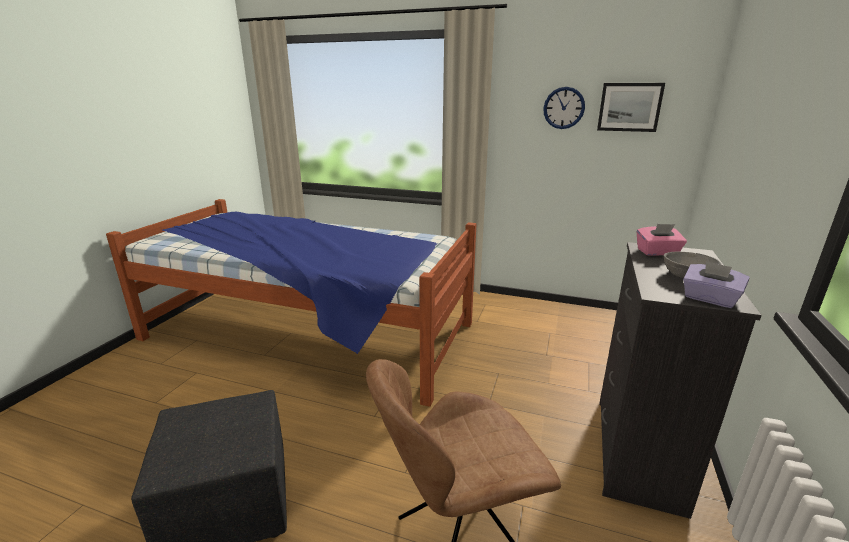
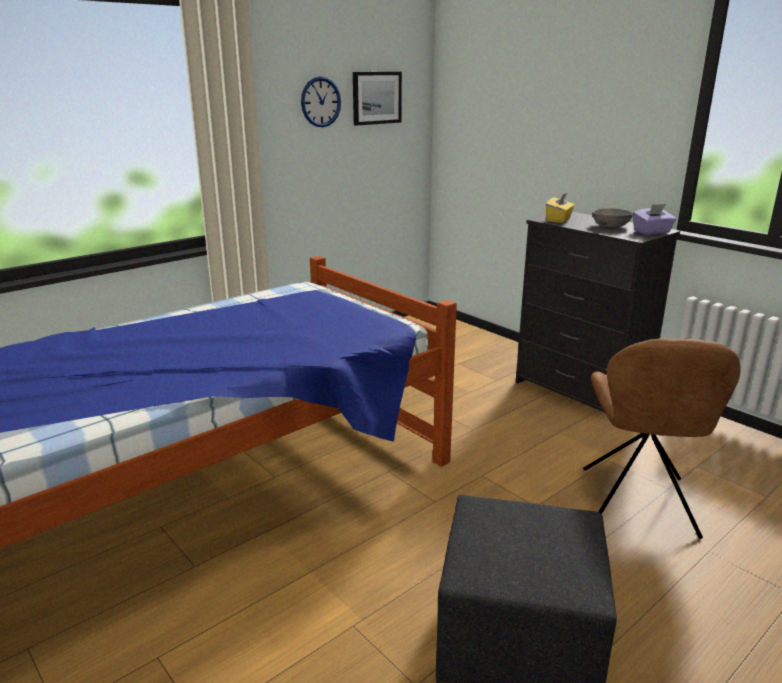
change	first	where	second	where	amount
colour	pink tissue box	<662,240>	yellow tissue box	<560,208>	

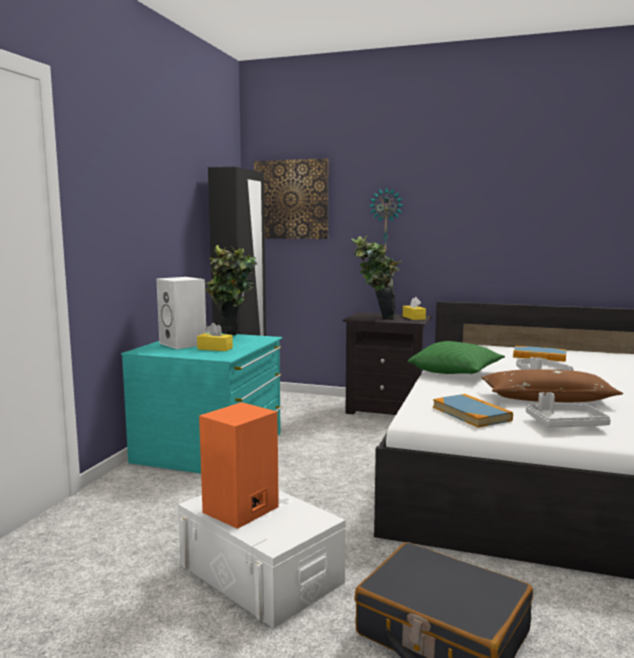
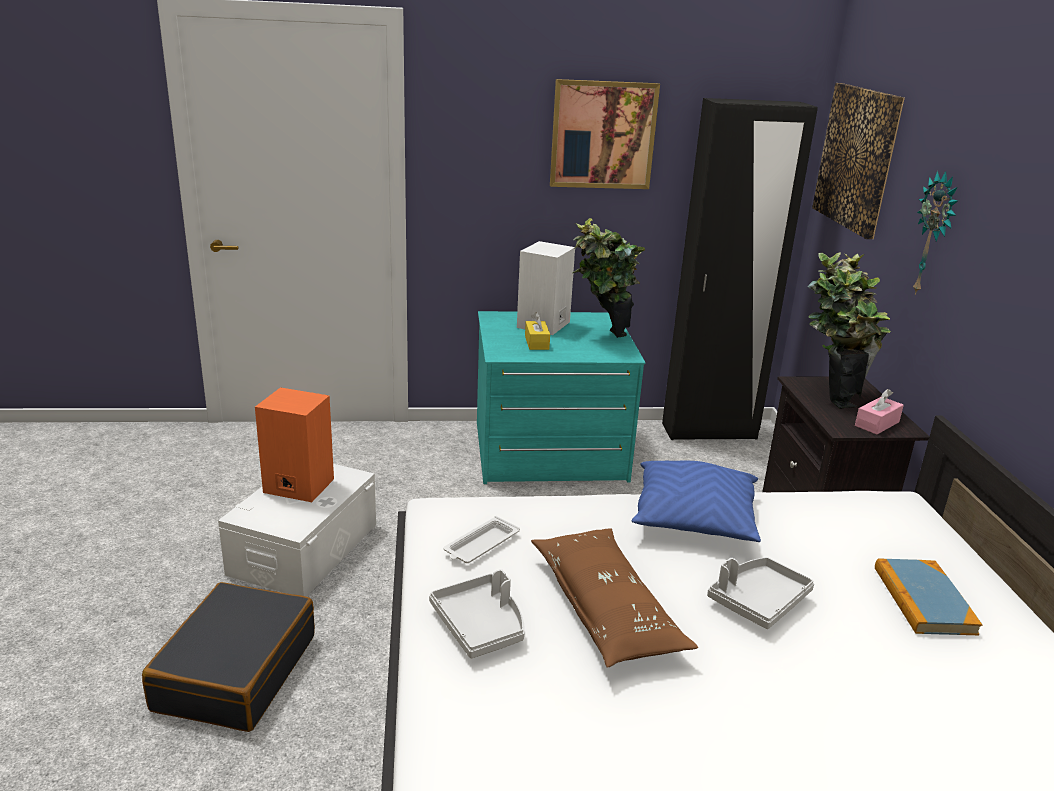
change	first	where	second	where	amount
appeared			picture	<605,134>	
exchanged	book	<473,411>	white tray	<481,539>	
colour	yellow tissue box	<414,308>	pink tissue box	<879,411>	
colour	green pillow	<456,357>	blue pillow	<696,501>	

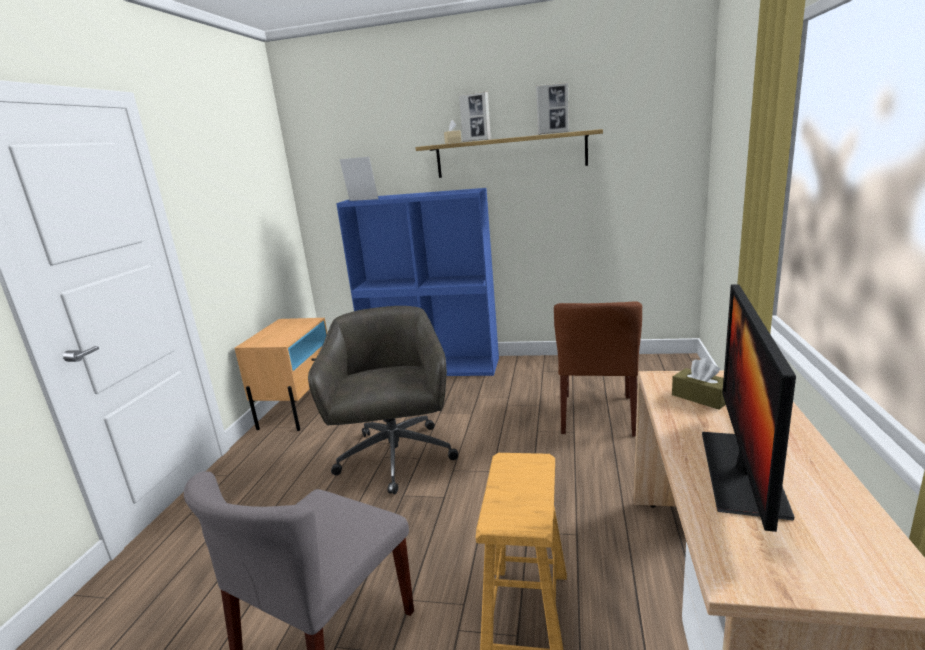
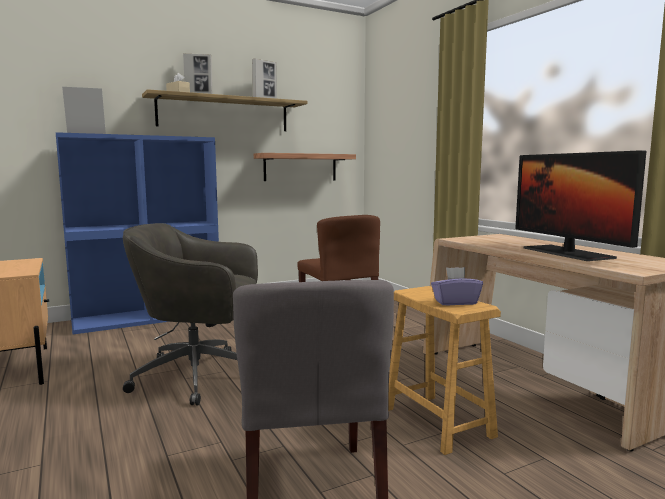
change	first	where	second	where	amount
missing	brown tissue box	<699,384>			
appeared			shelf	<305,167>	
appeared			purple tissue box	<457,286>	
spun	grey office chair	<383,400>		<190,314>	45 degrees counterclockwise

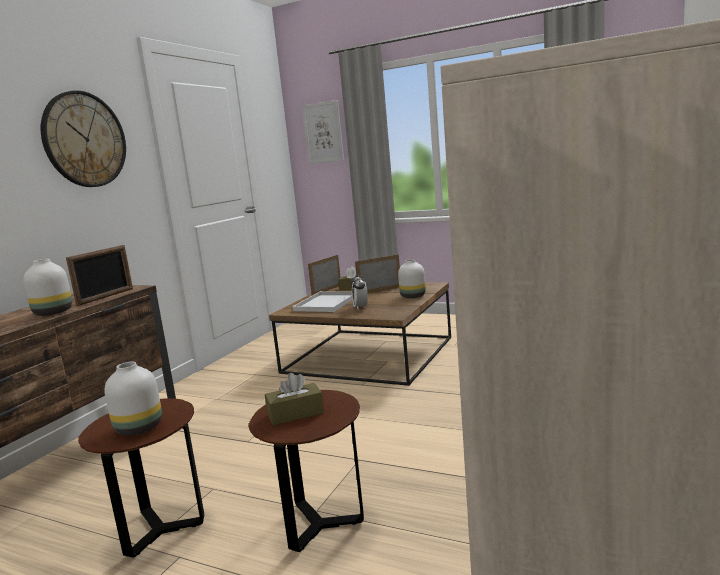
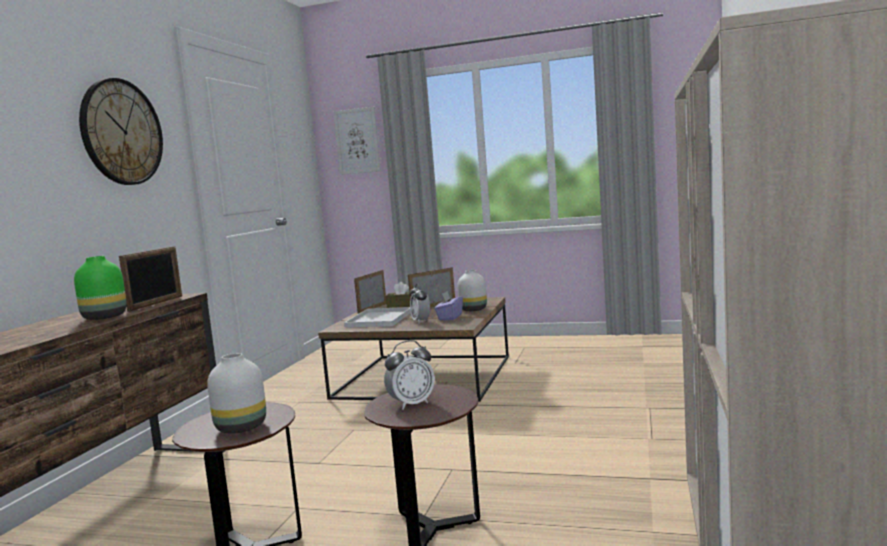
change	first	where	second	where	amount
appeared			purple tissue box	<448,305>	
exchanged	brown tissue box	<294,399>	alarm clock	<409,375>	
colour	white vase	<47,287>	green vase	<100,288>	

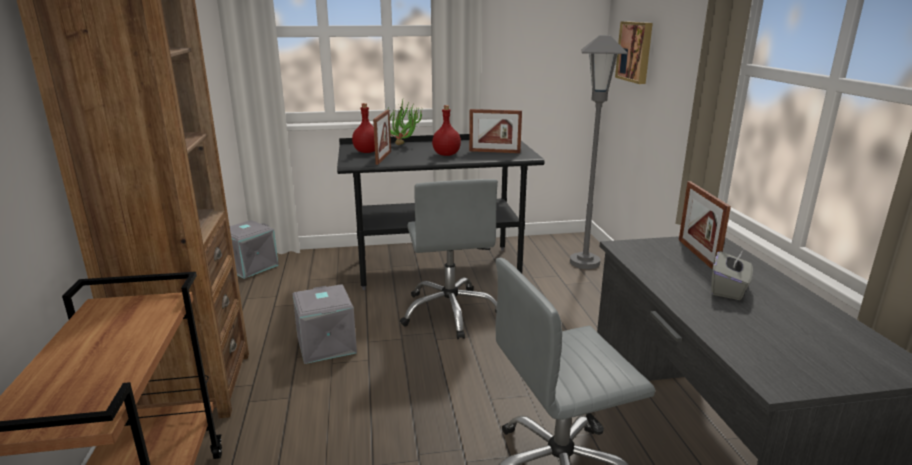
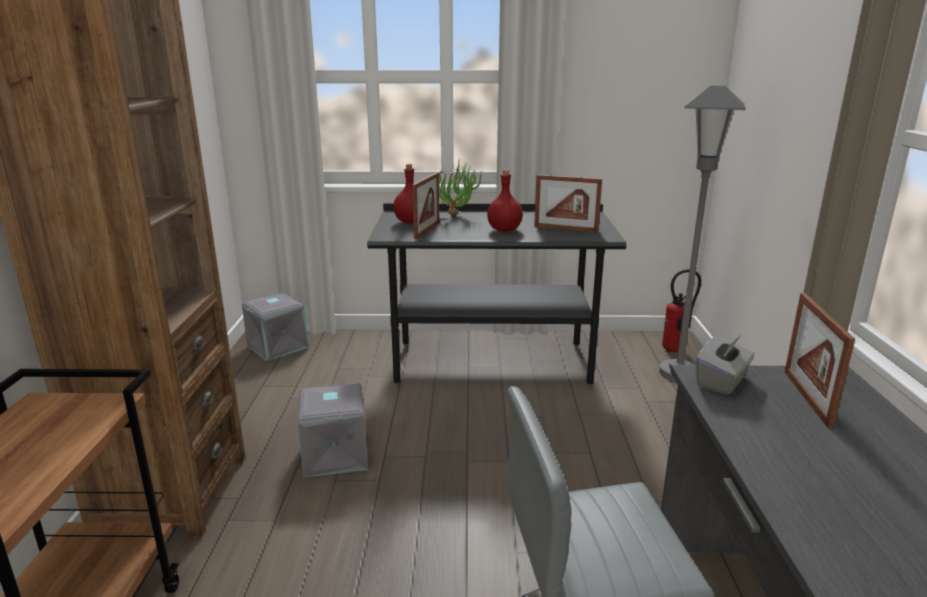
change	first	where	second	where	amount
missing	grey office chair	<449,259>			
missing	picture	<634,52>			
appeared			fire extinguisher	<681,310>	
relocated	grey tissue box	<732,275>		<725,364>	

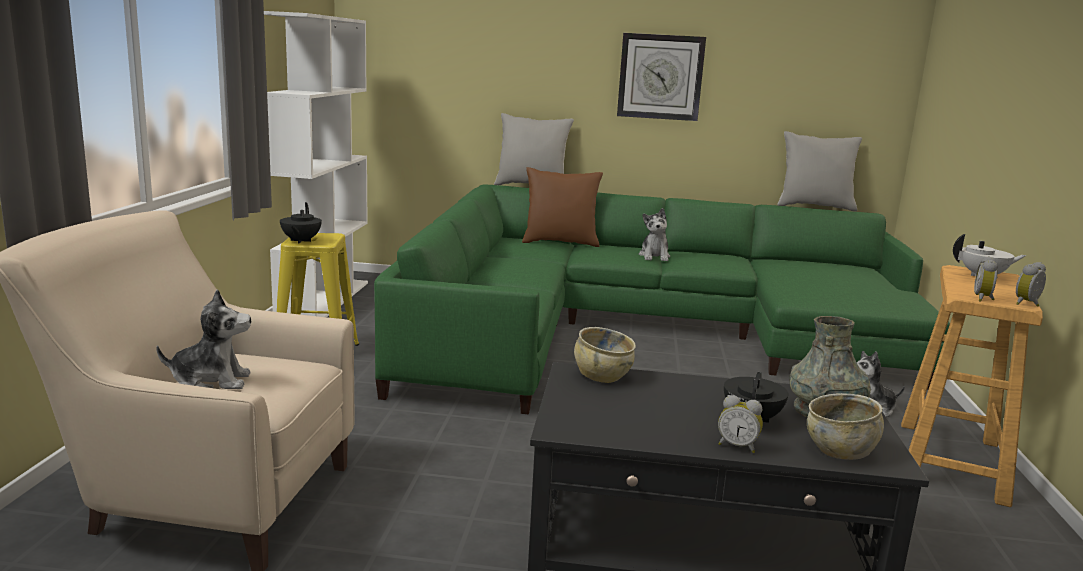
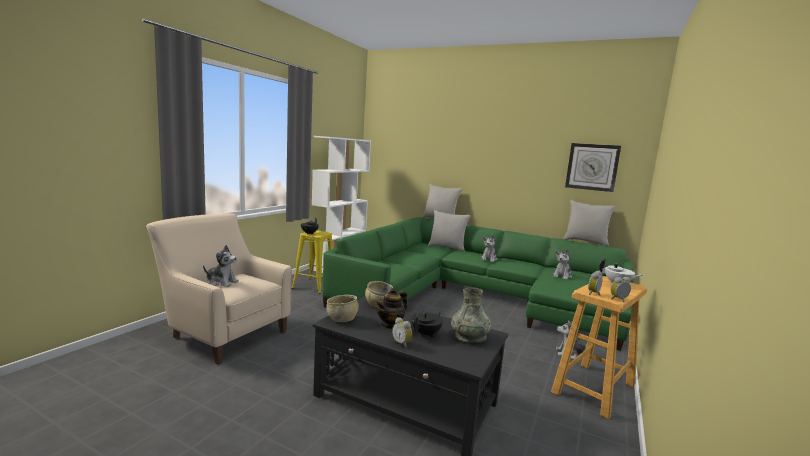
change	first	where	second	where	amount
appeared			teapot	<391,308>	
appeared			plush toy	<562,264>	
relocated	wall clock	<661,77>		<593,167>	
relocated	beige bowl	<845,426>		<342,308>	
colour	brown pillow	<562,207>	grey pillow	<449,231>	

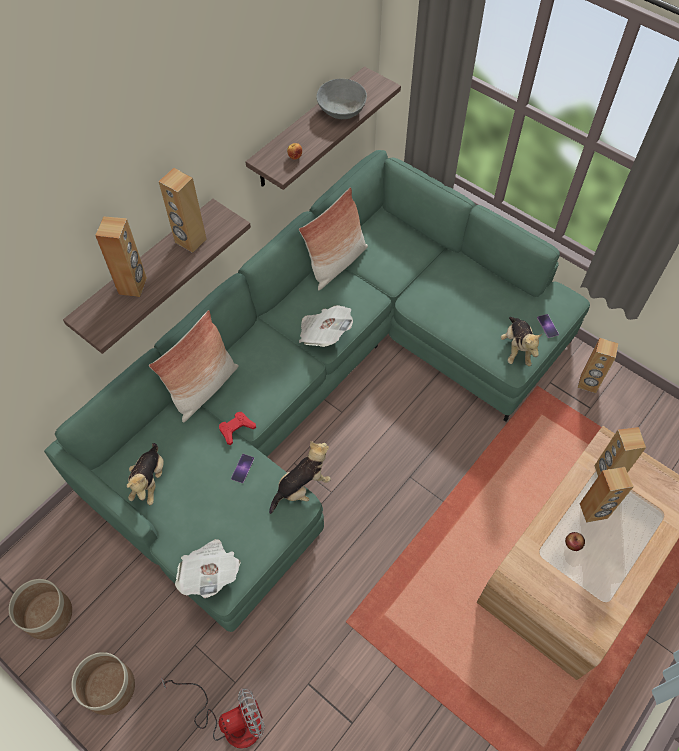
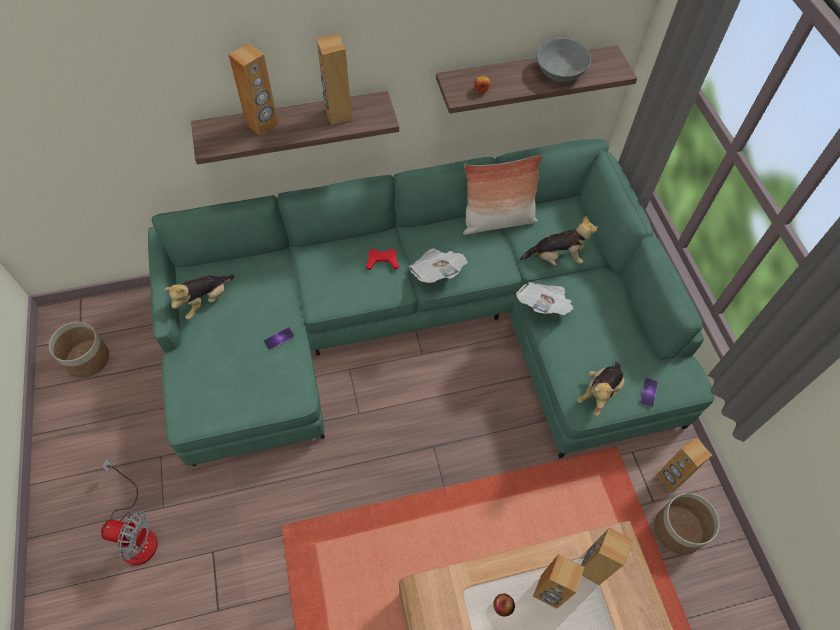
change	first	where	second	where	amount
missing	pillow	<194,366>			
relocated	planter	<103,683>		<687,523>	
relocated	newspaper	<208,568>		<545,298>	
relocated	red game controller	<237,428>		<382,259>	
relocated	plush toy	<300,477>		<559,240>	

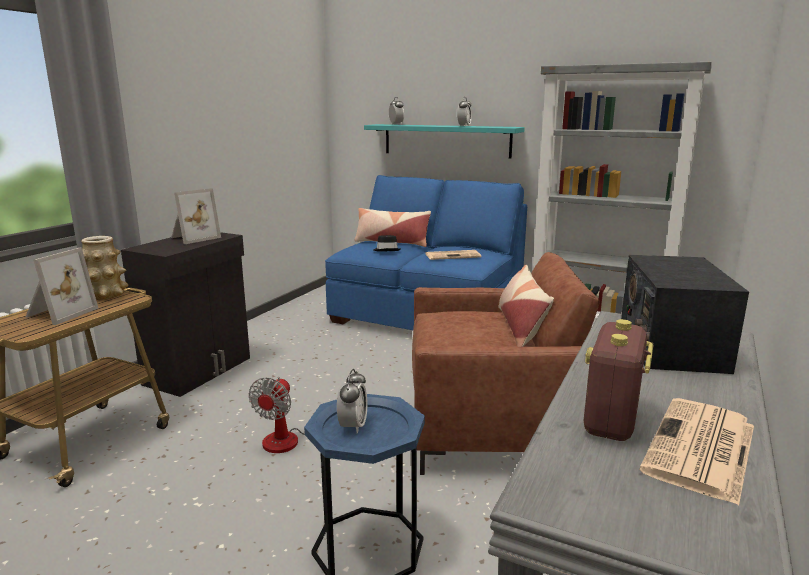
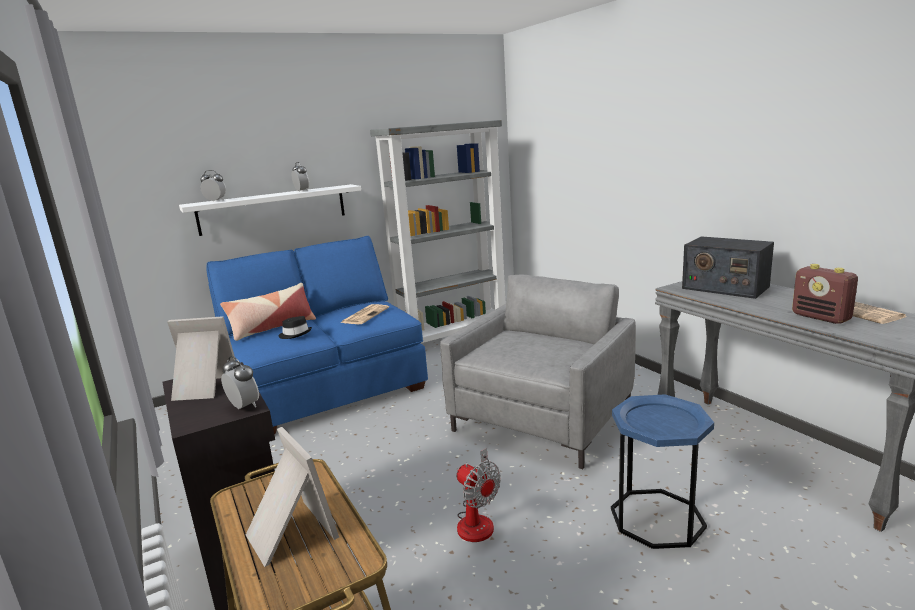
change	first	where	second	where	amount
missing	vase	<104,268>			
missing	pillow	<526,306>			
relocated	alarm clock	<352,401>		<240,382>	
colour	turquoise shelf	<444,141>	white shelf	<270,210>	
colour	brown armchair	<506,363>	grey armchair	<538,372>	
spun	picture frame	<196,216>		<202,358>	75 degrees counterclockwise

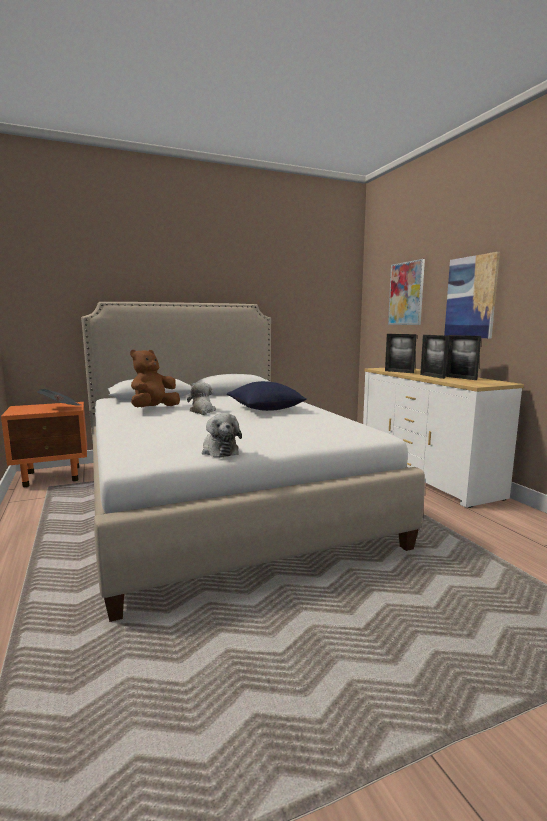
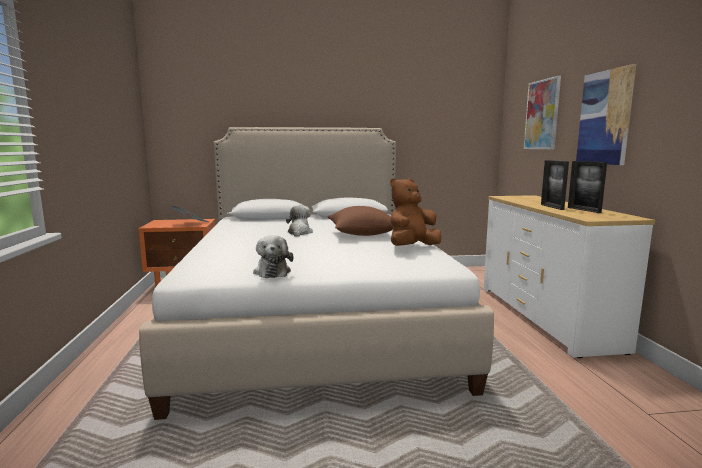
change	first	where	second	where	amount
missing	picture frame	<401,353>			
relocated	brown plush toy	<155,378>		<416,212>	
colour	blue pillow	<267,396>	brown pillow	<360,221>	

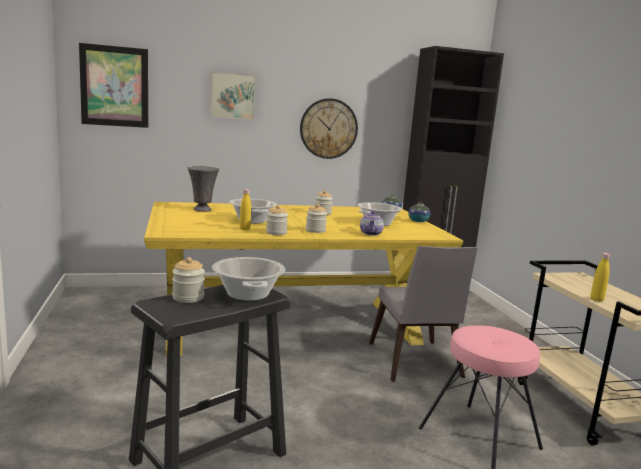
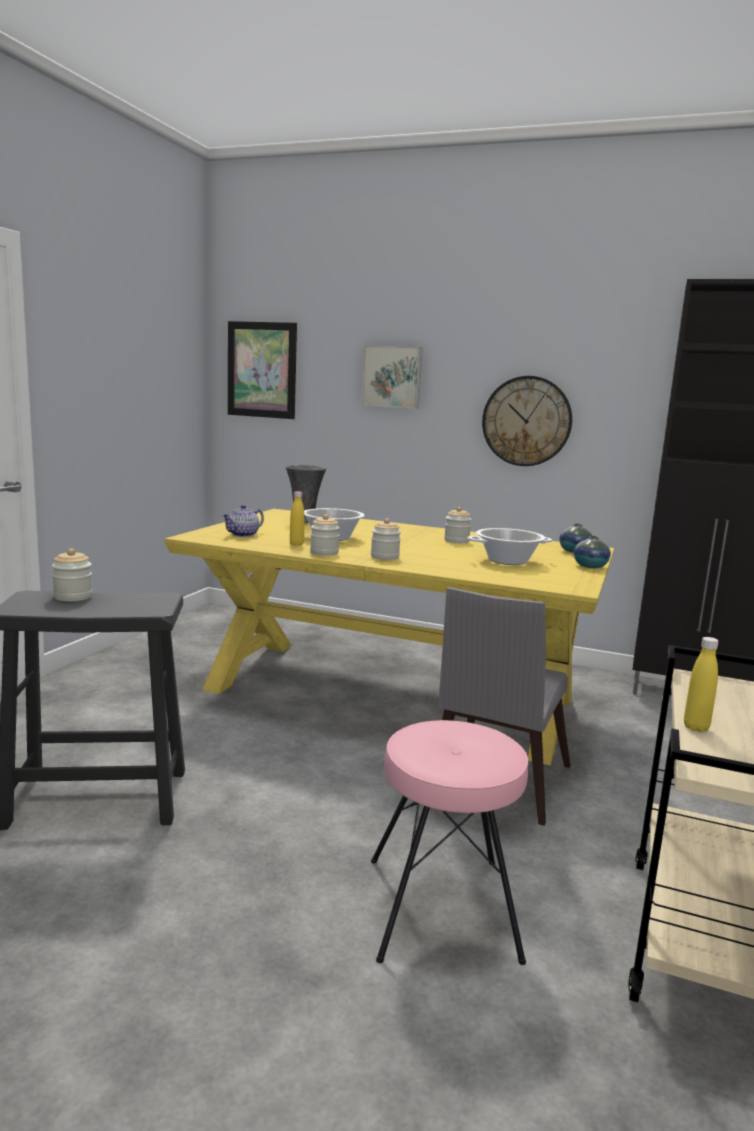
change	first	where	second	where	amount
missing	cooking pot	<248,279>			
relocated	teapot	<372,223>		<243,521>	

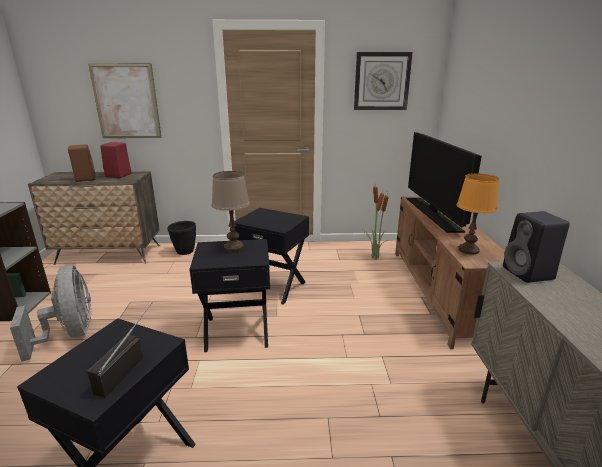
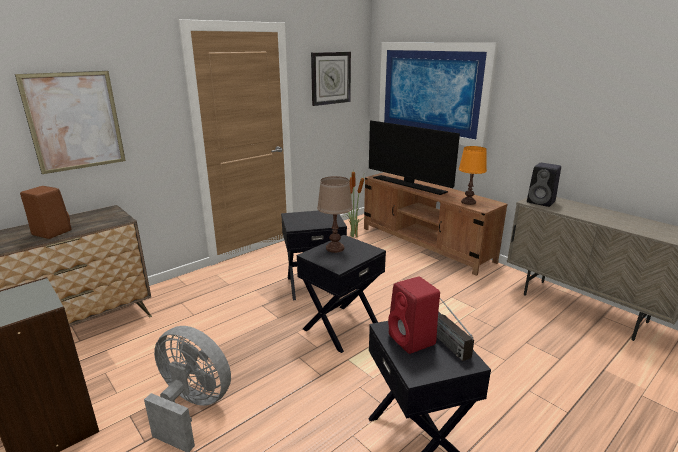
change	first	where	second	where	amount
missing	black planter	<181,238>			
appeared			picture	<439,95>	
relocated	red speaker	<115,160>		<414,315>	

